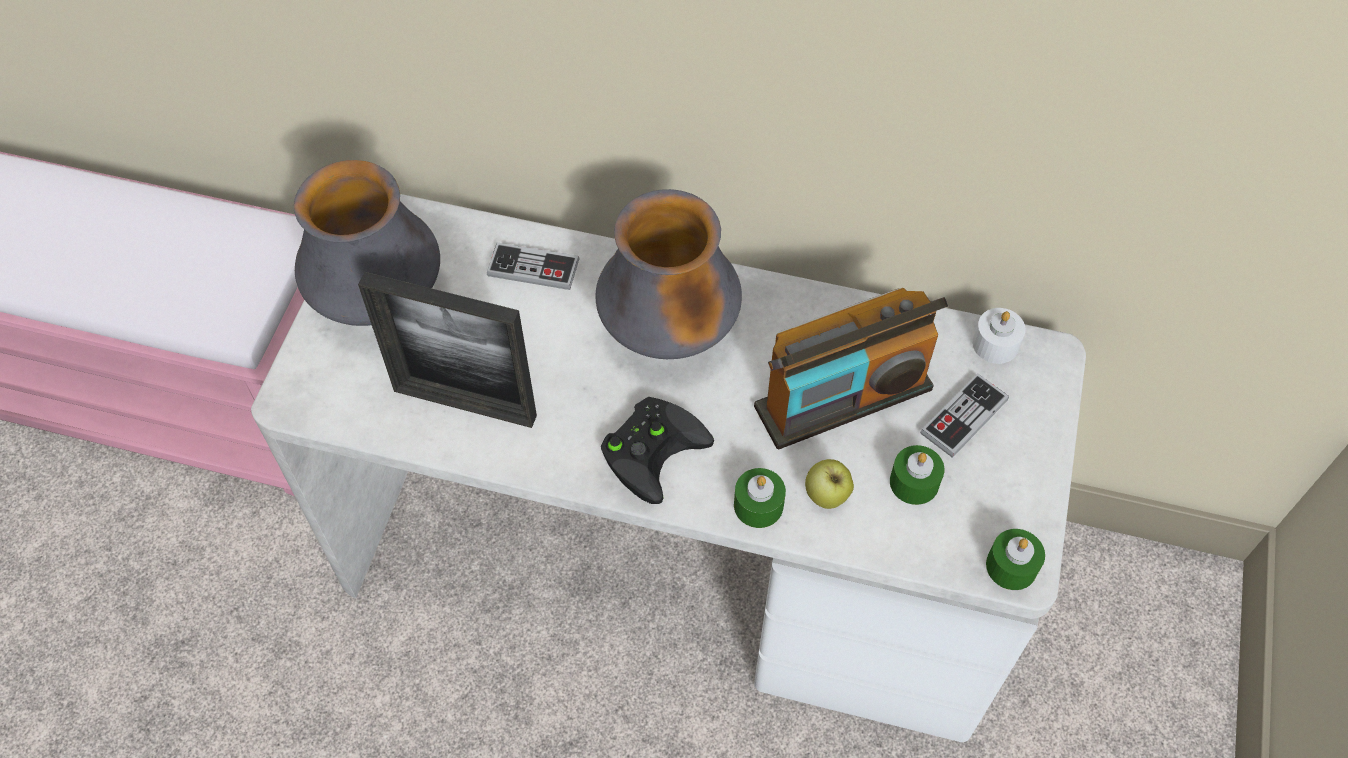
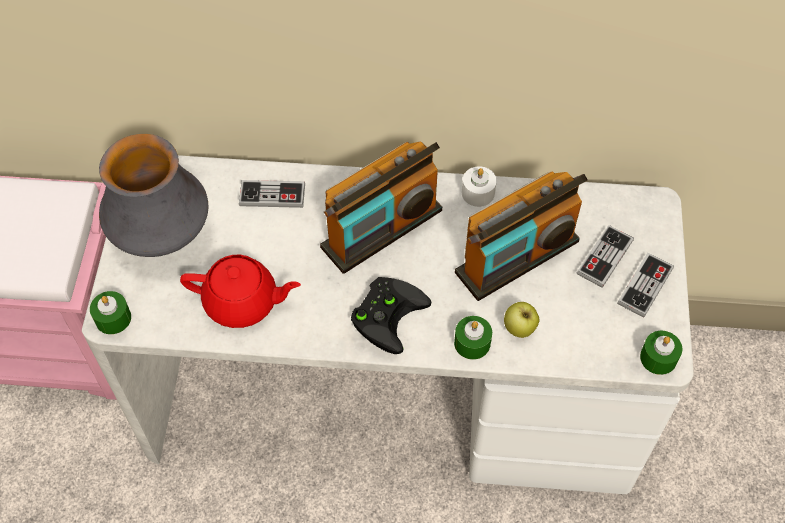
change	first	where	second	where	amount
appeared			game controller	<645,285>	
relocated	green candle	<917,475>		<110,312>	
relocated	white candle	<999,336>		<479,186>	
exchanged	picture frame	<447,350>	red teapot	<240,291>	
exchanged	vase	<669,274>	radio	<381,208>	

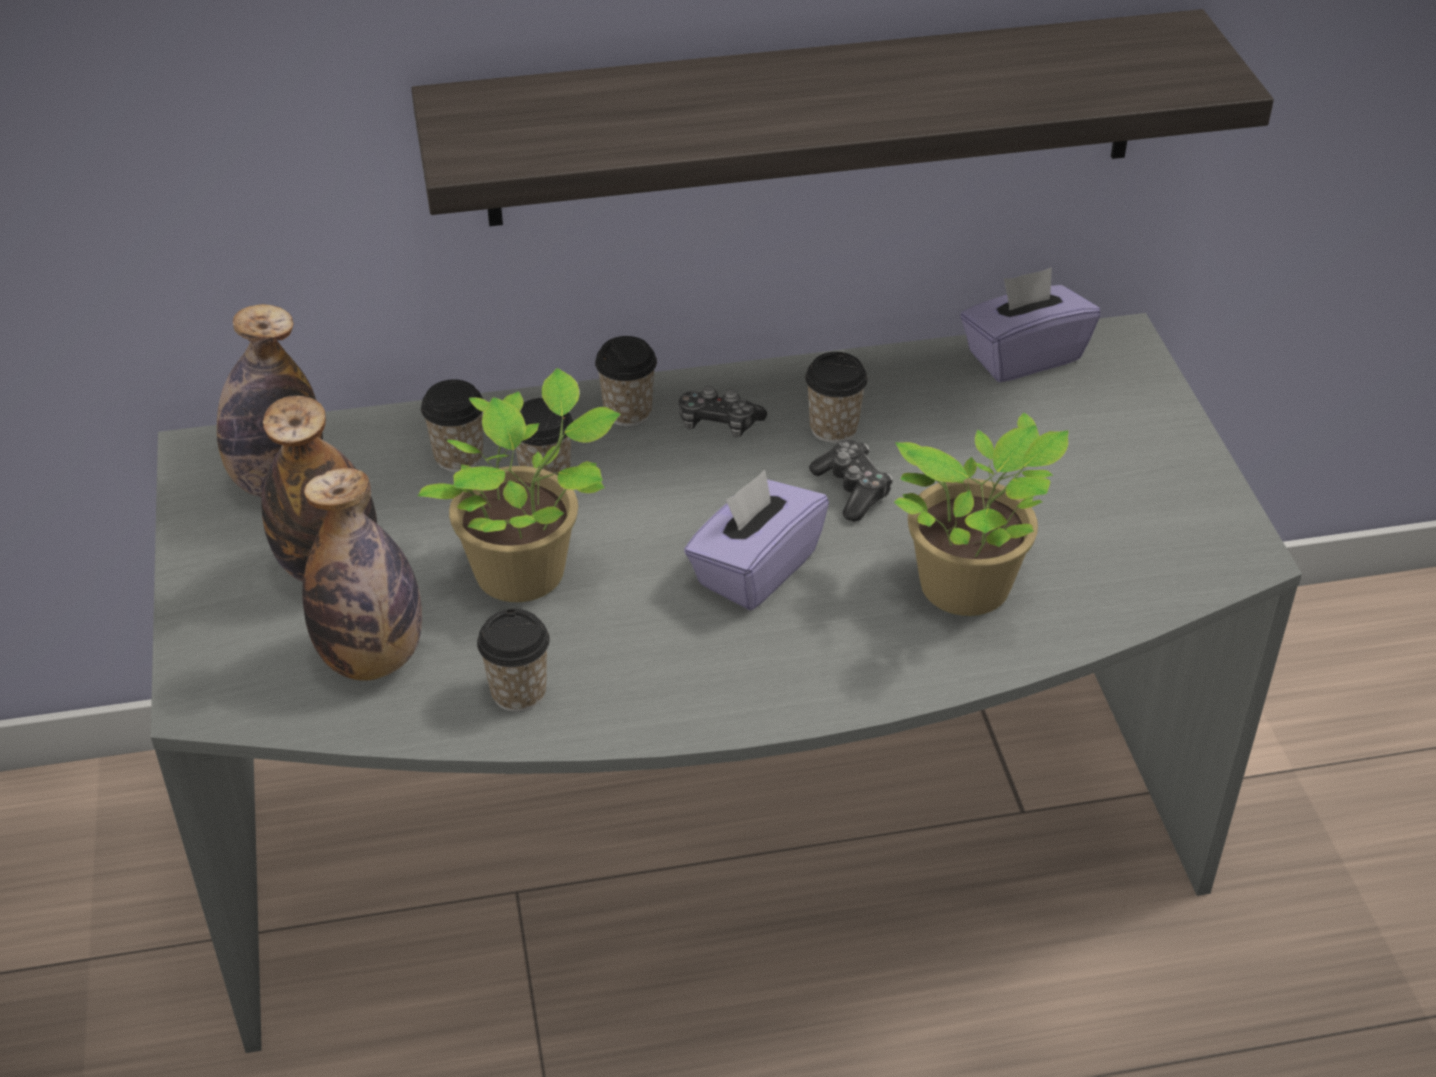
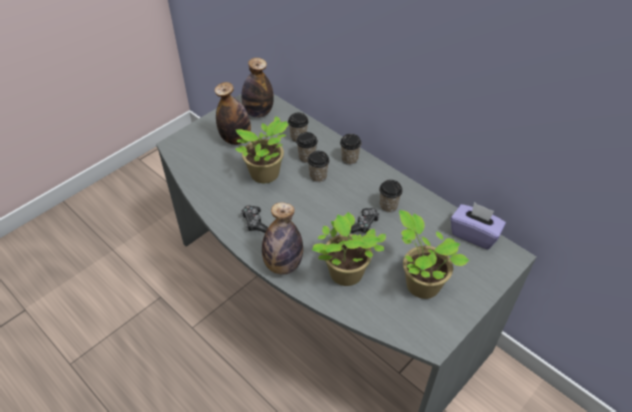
change	first	where	second	where	amount
missing	shelf	<842,117>			
missing	purple tissue box	<756,540>			
appeared			potted plant	<434,254>	
relocated	bottle	<362,574>		<282,238>	
relocated	cup	<513,660>		<318,166>	
relocated	game controller	<723,411>		<254,219>	

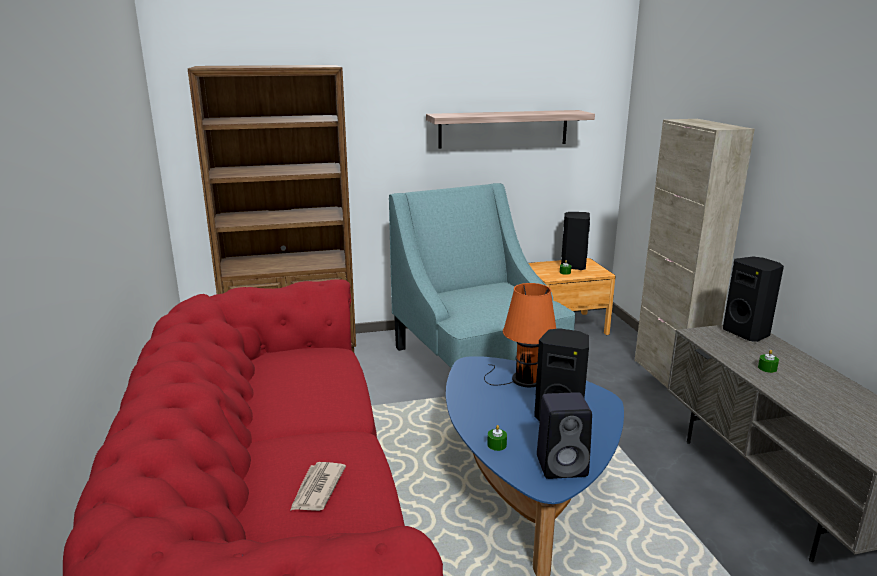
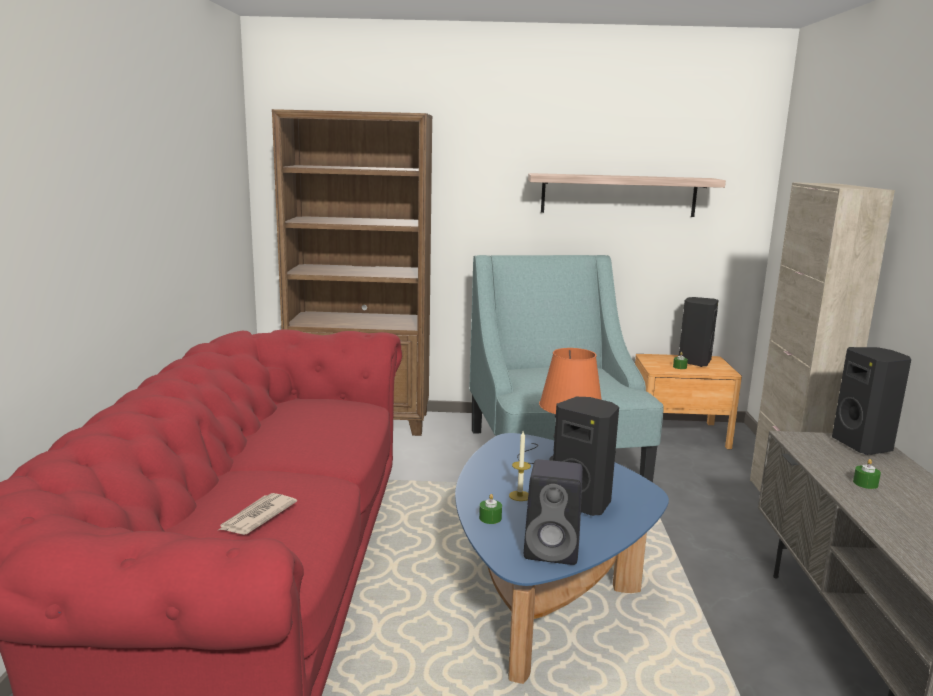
change	first	where	second	where	amount
appeared			candle	<520,466>	

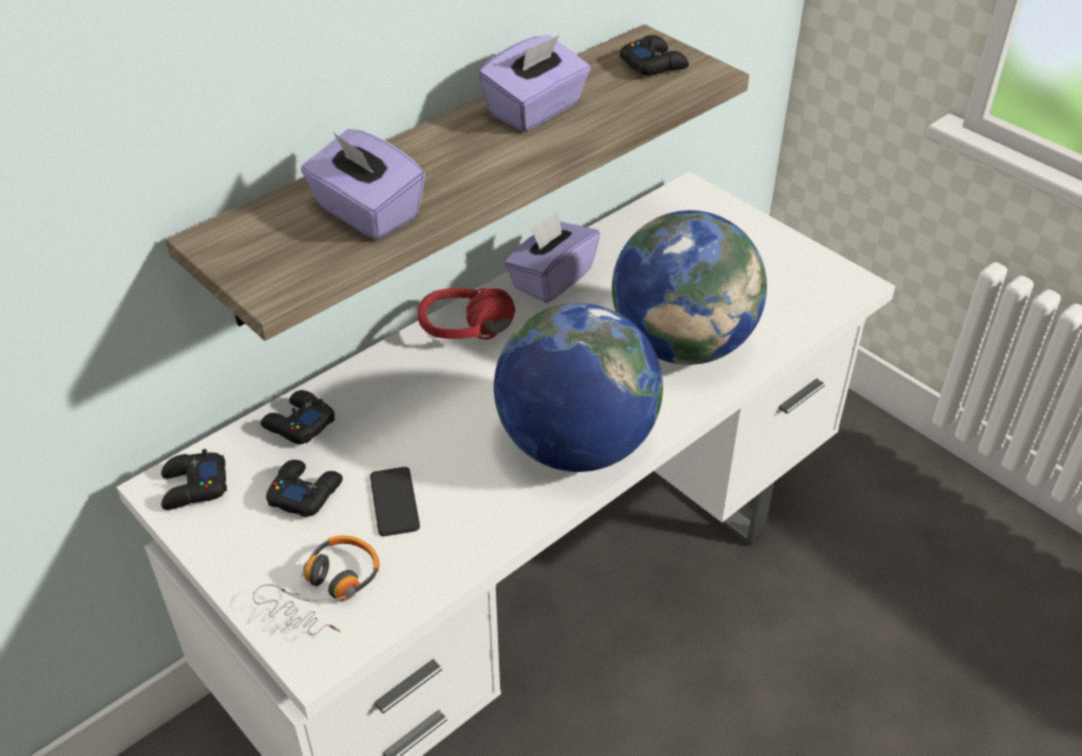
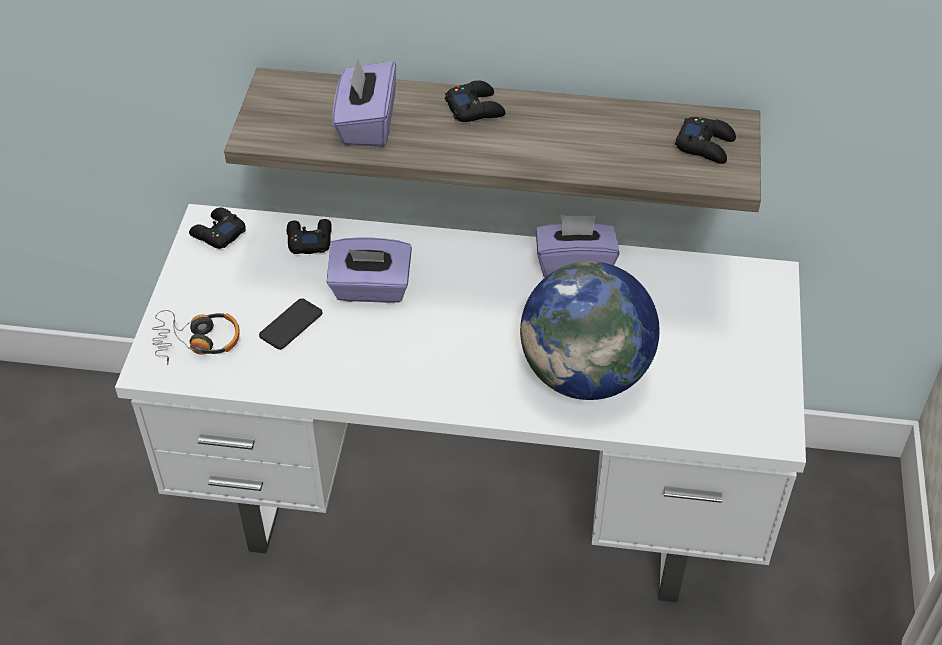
change	first	where	second	where	amount
missing	red headphones	<466,314>			
missing	globe	<578,387>			
relocated	black game controller	<304,488>		<475,101>	
relocated	purple tissue box	<534,83>		<369,270>	

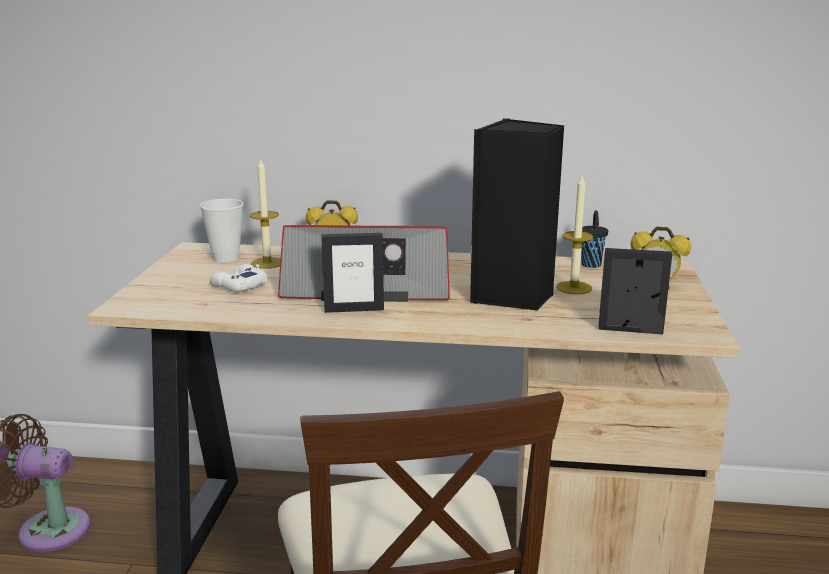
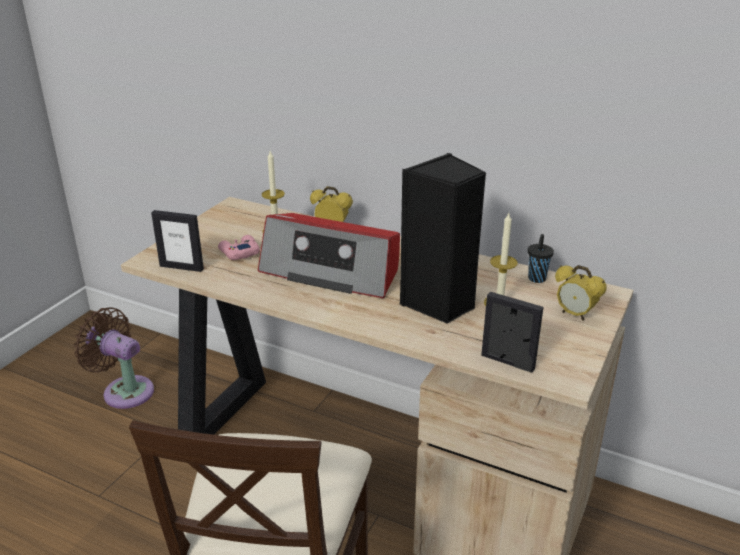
change	first	where	second	where	amount
missing	cup	<221,230>			
relocated	picture frame	<352,273>		<177,241>	
colour	white game controller	<238,278>	pink game controller	<239,247>	

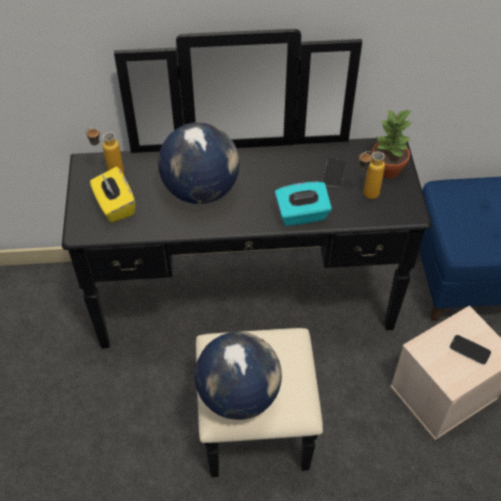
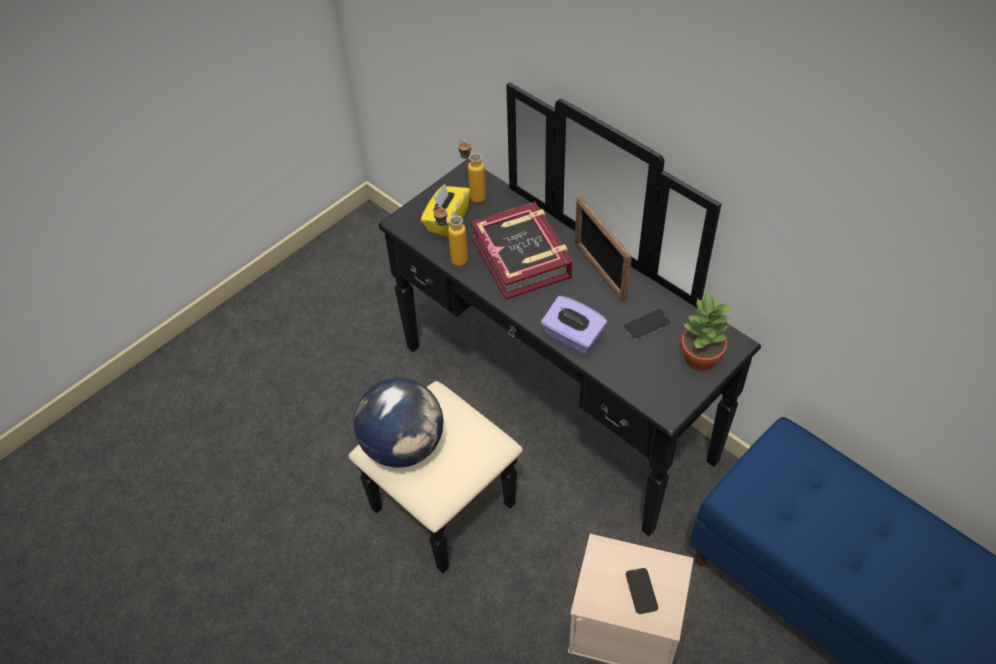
change	first	where	second	where	amount
appeared			picture frame	<603,249>	
relocated	bottle	<372,175>		<450,236>	
exchanged	globe	<199,163>	book	<522,251>	
colour	turquoise tissue box	<303,204>	purple tissue box	<574,325>	

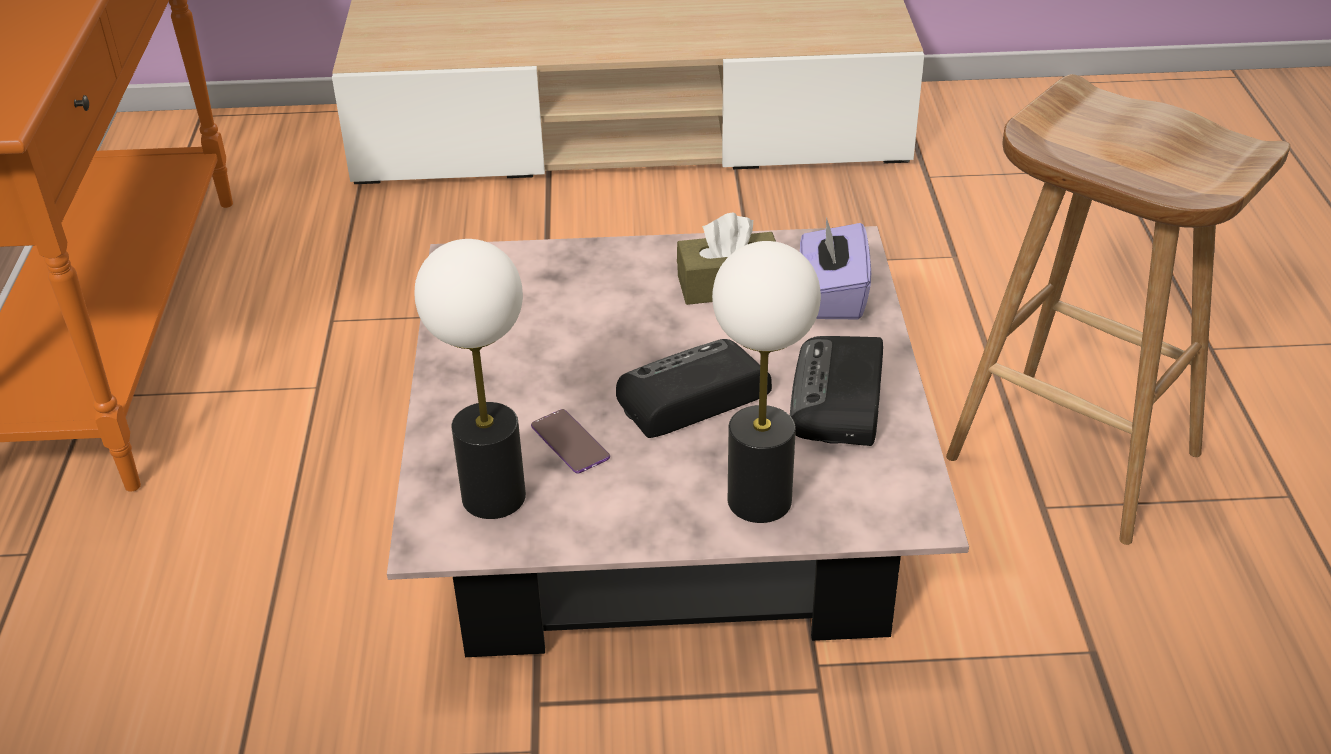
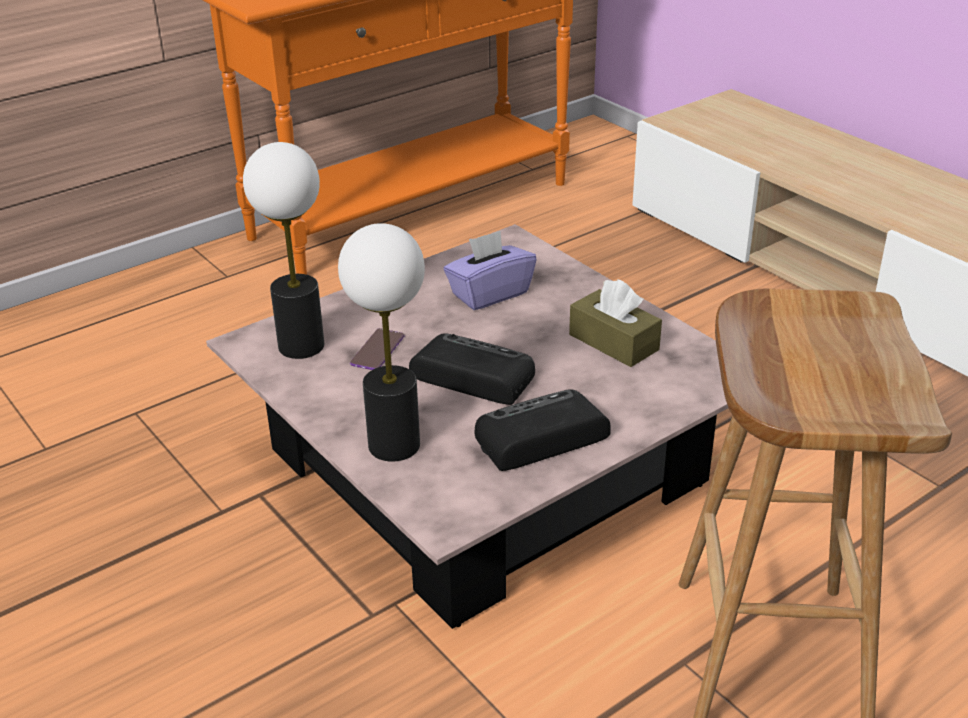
change	first	where	second	where	amount
relocated	purple tissue box	<835,268>		<490,270>	

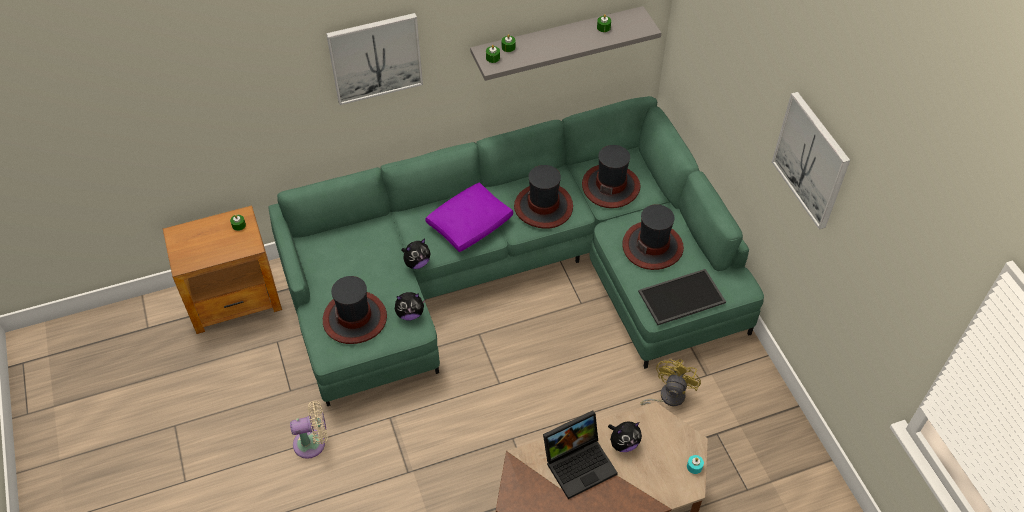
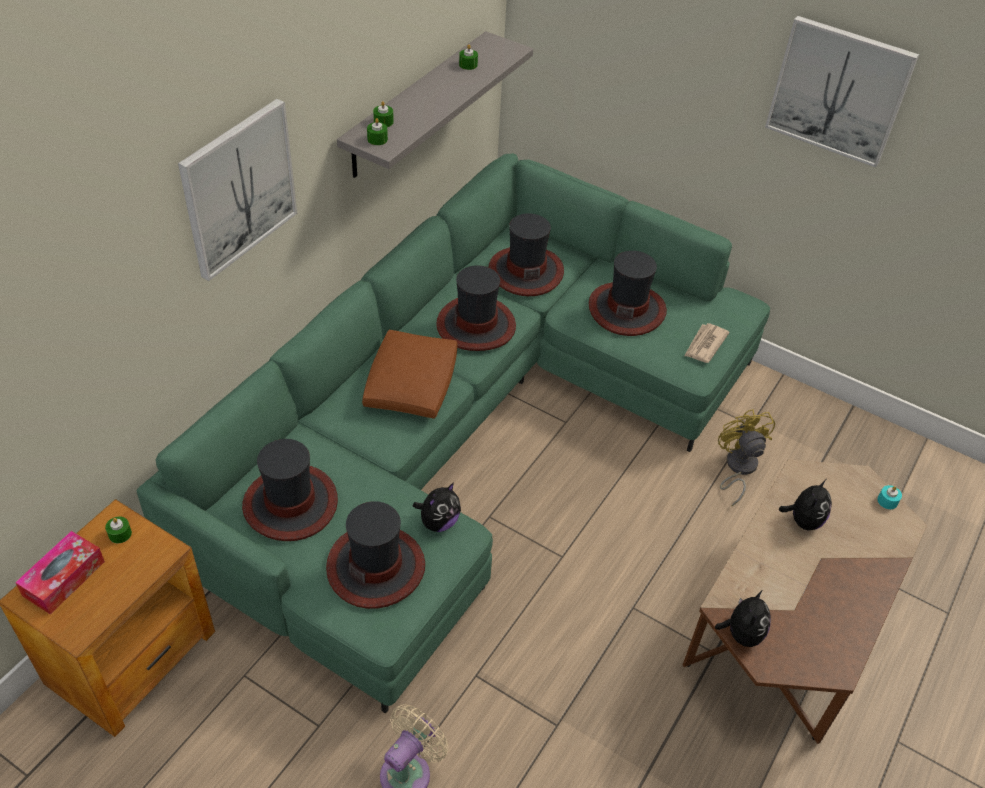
change	first	where	second	where	amount
missing	laptop	<580,455>			
appeared			tissue box	<60,572>	
appeared			hat	<290,490>	
relocated	plush toy	<416,254>		<742,619>	
exchanged	tray	<682,297>	newspaper	<706,343>	
colour	purple pillow	<469,217>	brown pillow	<409,374>	

